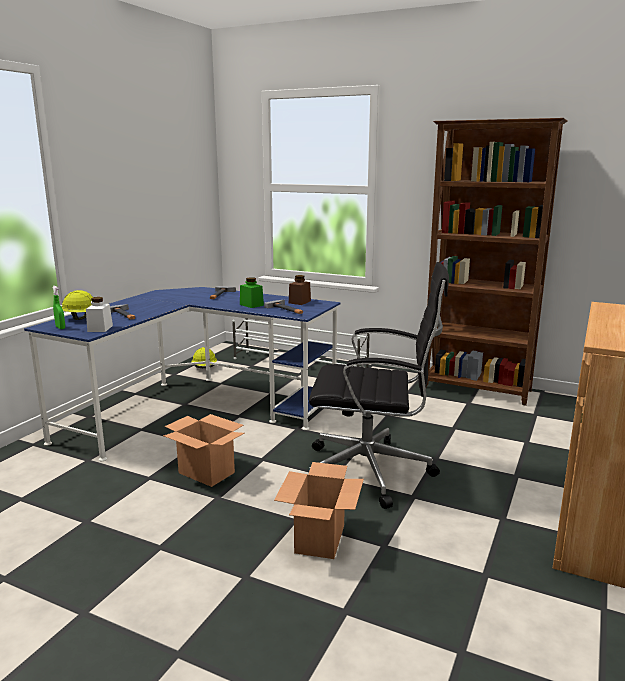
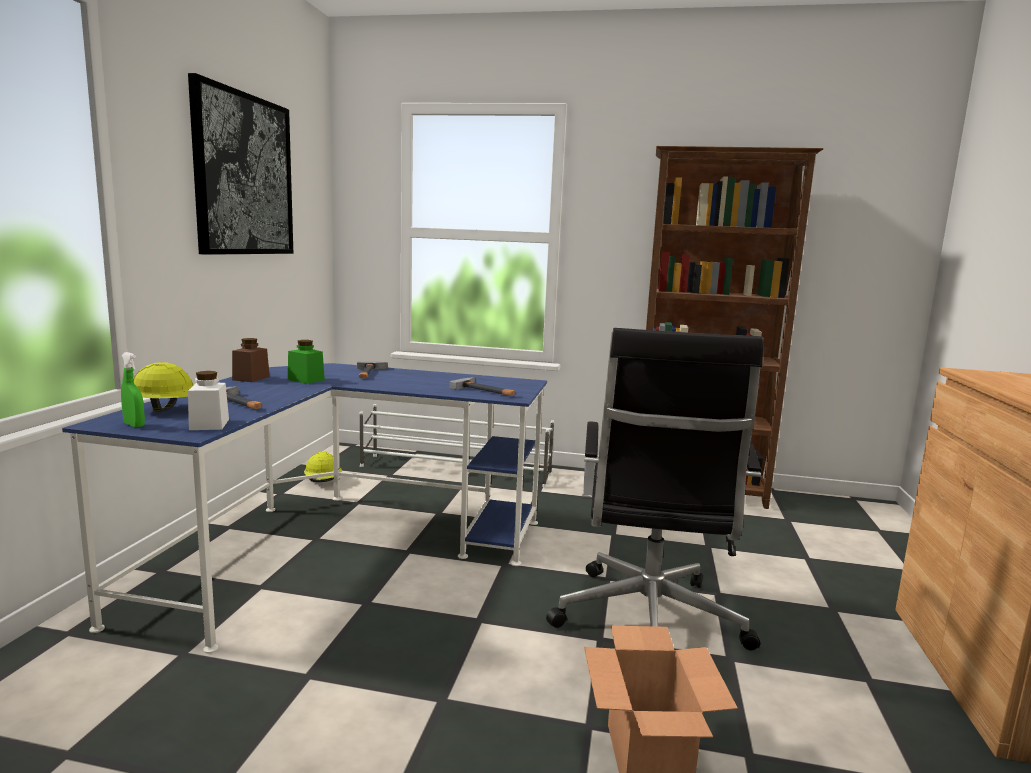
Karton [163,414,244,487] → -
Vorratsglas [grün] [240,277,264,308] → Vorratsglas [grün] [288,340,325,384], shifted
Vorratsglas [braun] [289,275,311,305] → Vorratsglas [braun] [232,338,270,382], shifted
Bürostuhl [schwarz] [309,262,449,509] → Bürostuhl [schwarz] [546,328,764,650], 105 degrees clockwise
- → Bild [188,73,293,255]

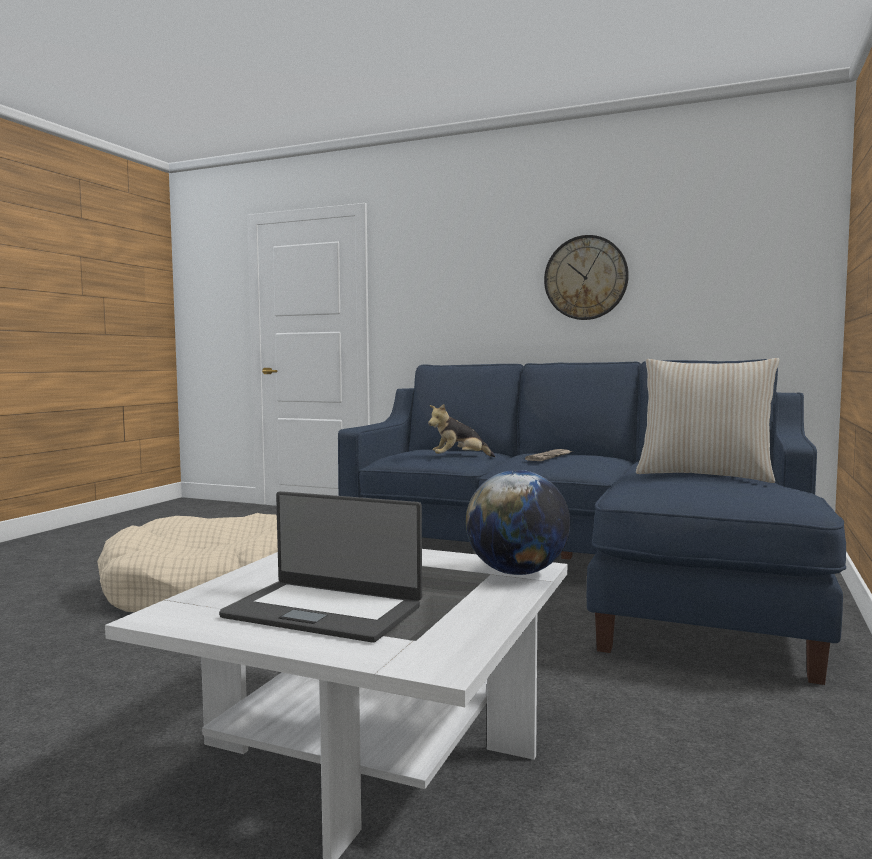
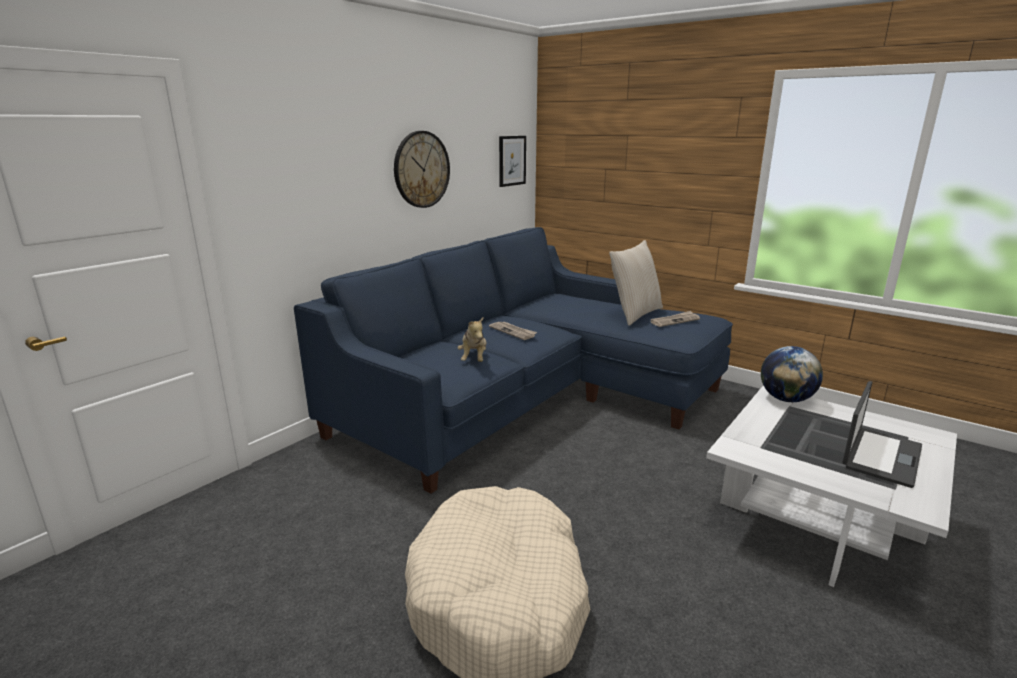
- → Bild [499,136,526,187]
- → Zeitung [650,311,700,327]

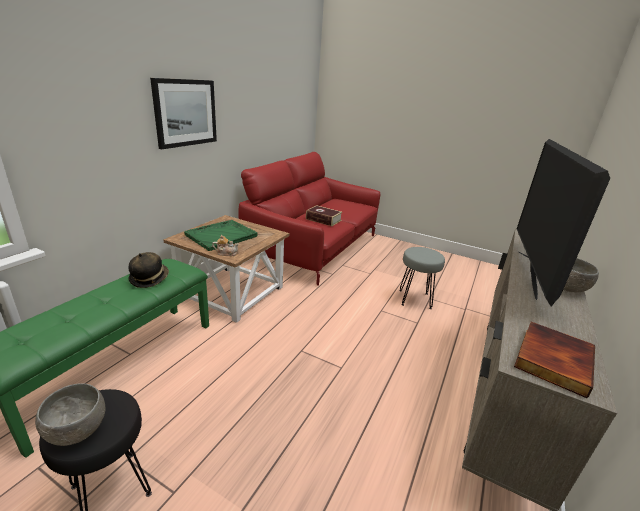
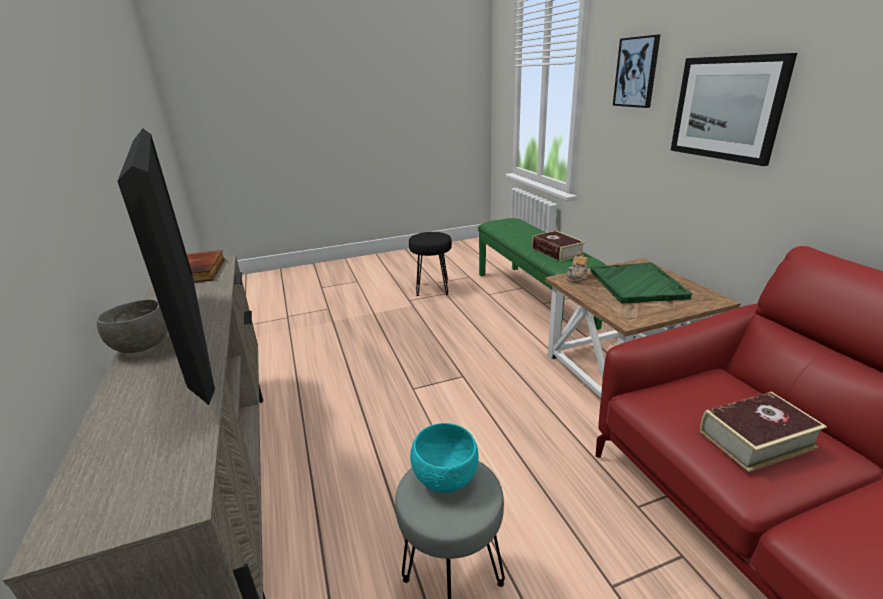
Schüssel [grau] [35,383,106,446] → -
Hut [128,252,169,288] → Buch [532,231,585,262]
- → Schüssel [türkis] [410,423,479,493]
- → Bild [613,35,660,108]

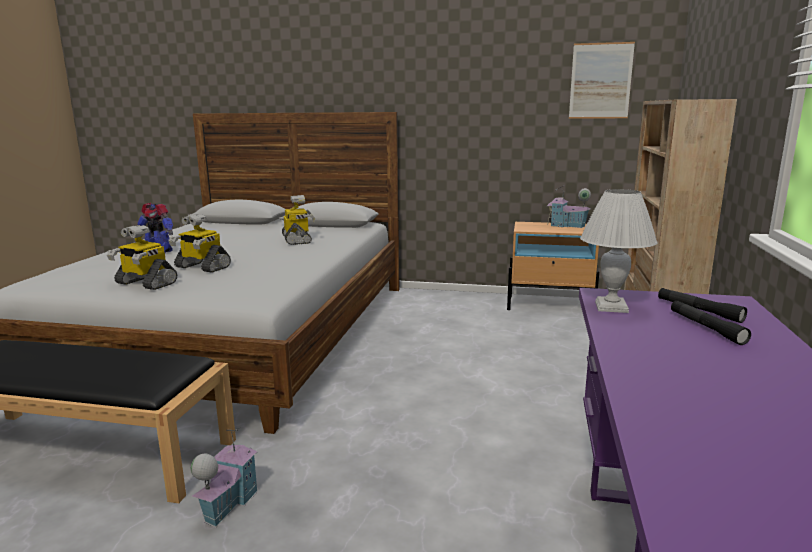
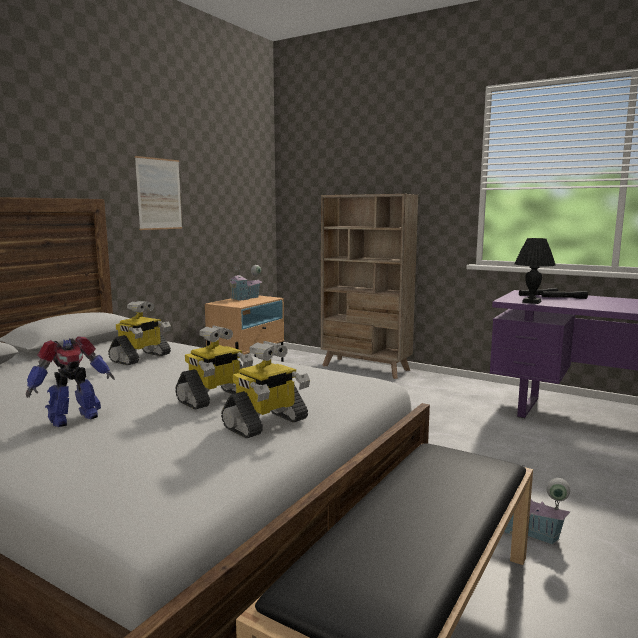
Spielzeugroboter [282,195,315,245] → Spielzeugroboter [108,301,171,365], 120 degrees clockwise
Bild [569,42,635,119] → Bild [135,156,182,230], shifted
Tischlampe [weiß] [580,189,658,313] → Tischlampe [schwarz] [514,238,556,304]

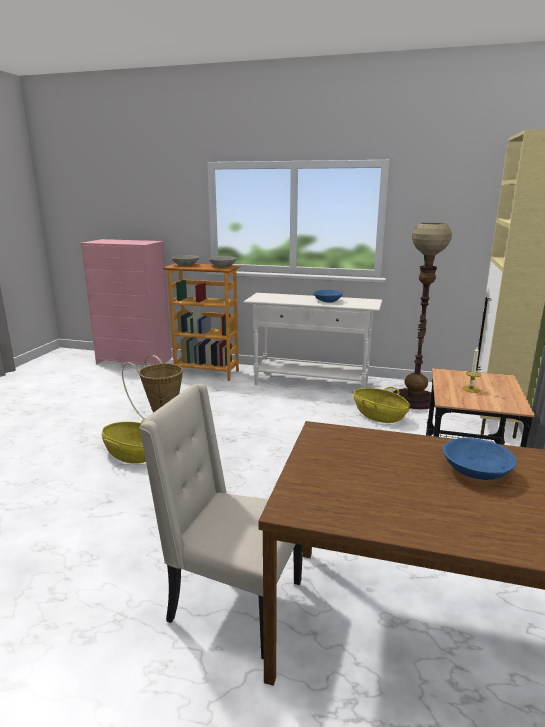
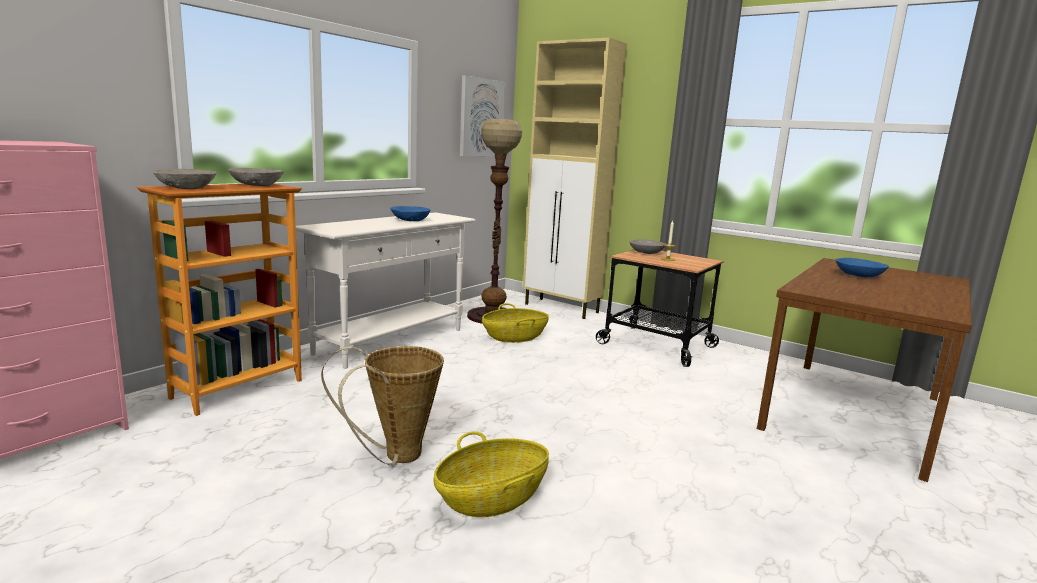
Stuhl [beige] [139,384,303,659] → -
- → Bild [460,75,506,157]
- → Schüssel [grau] [629,239,665,254]

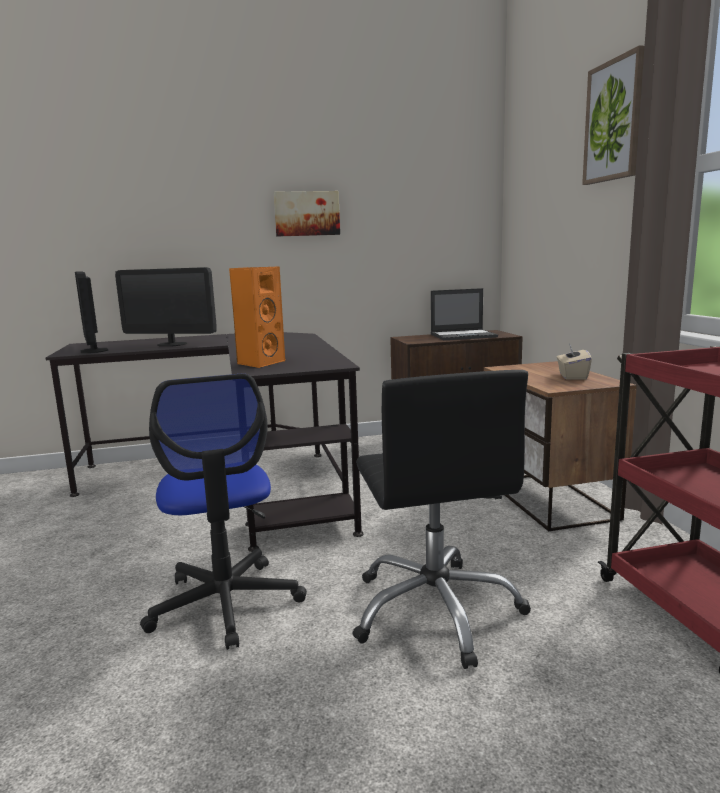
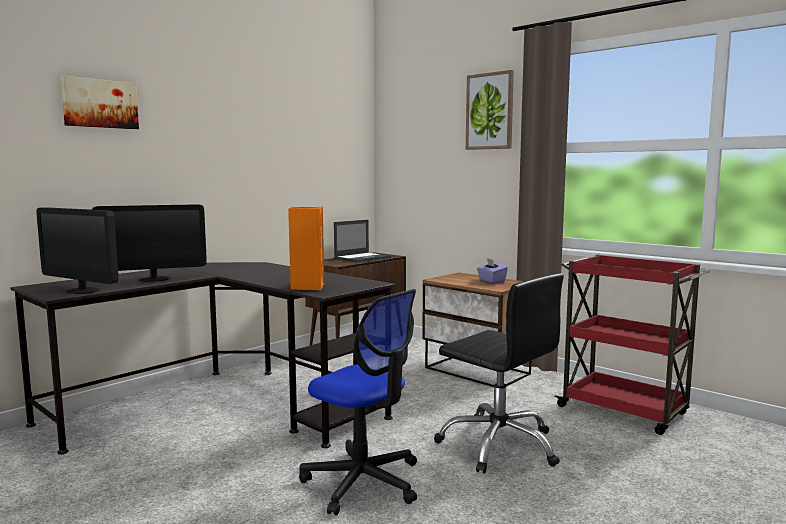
Bild [273,191,340,237] → Bild [61,76,139,129], shifted
Taschentuchbox [beige] [557,344,592,379] → Taschentuchbox [lila] [477,258,508,283]

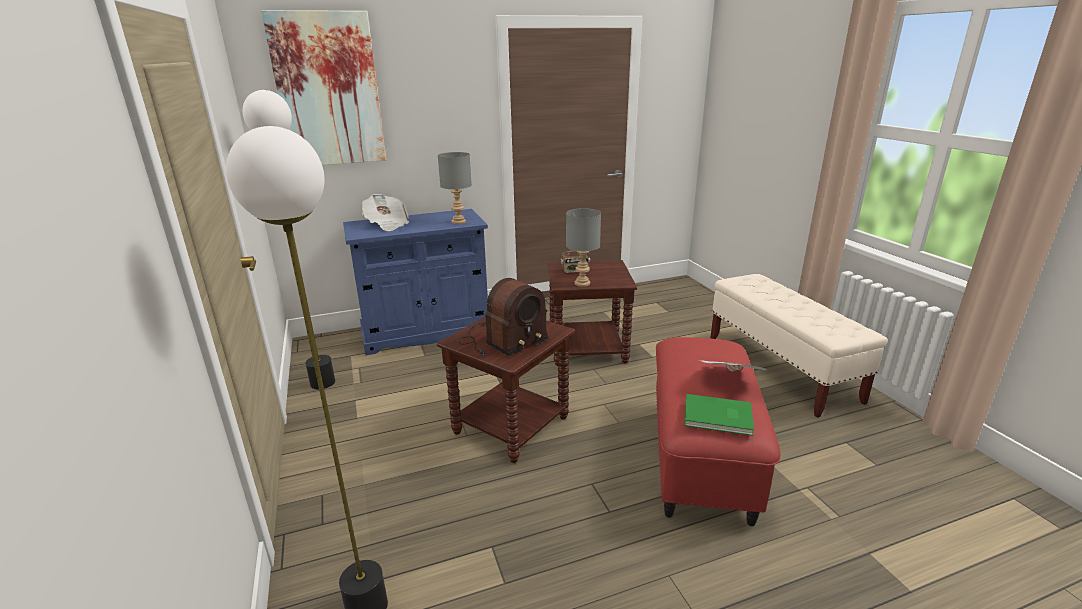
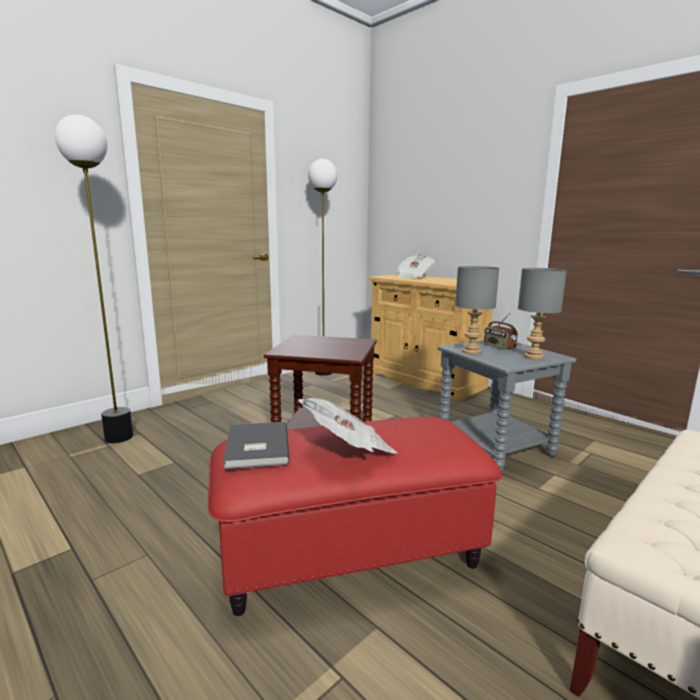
Bild [261,10,386,165] → -
Schrank [blau] [343,209,488,355] → Schrank [beige] [368,274,493,401]
Tischlampe [grau] [438,152,472,224] → Tischlampe [grau] [518,268,567,360], shifted
Radio [459,278,548,356] → -
Beistelltisch [braun] [547,260,637,366] → Beistelltisch [grau] [438,340,576,472]
Buch [grün] [684,394,754,436] → Buch [grau] [223,422,289,469]

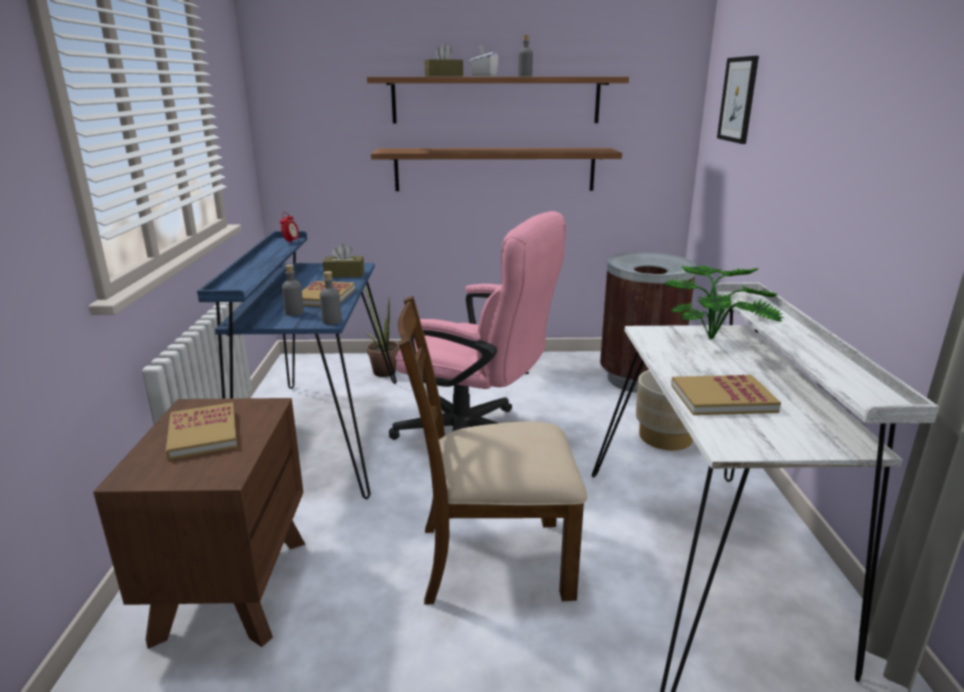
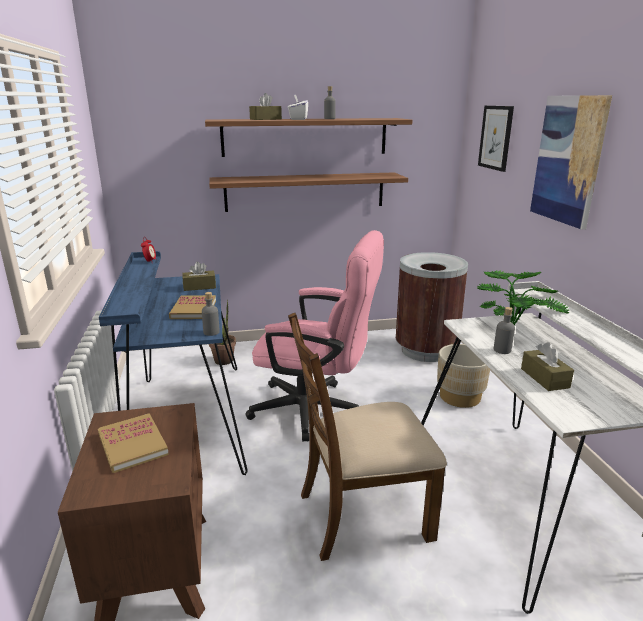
Flasche [grau] [282,264,304,316] → Flasche [grau] [494,307,515,354], shifted
Buch [671,374,781,415] → Taschentuchbox [braun] [521,342,574,391]
- → Bild [530,95,612,230]

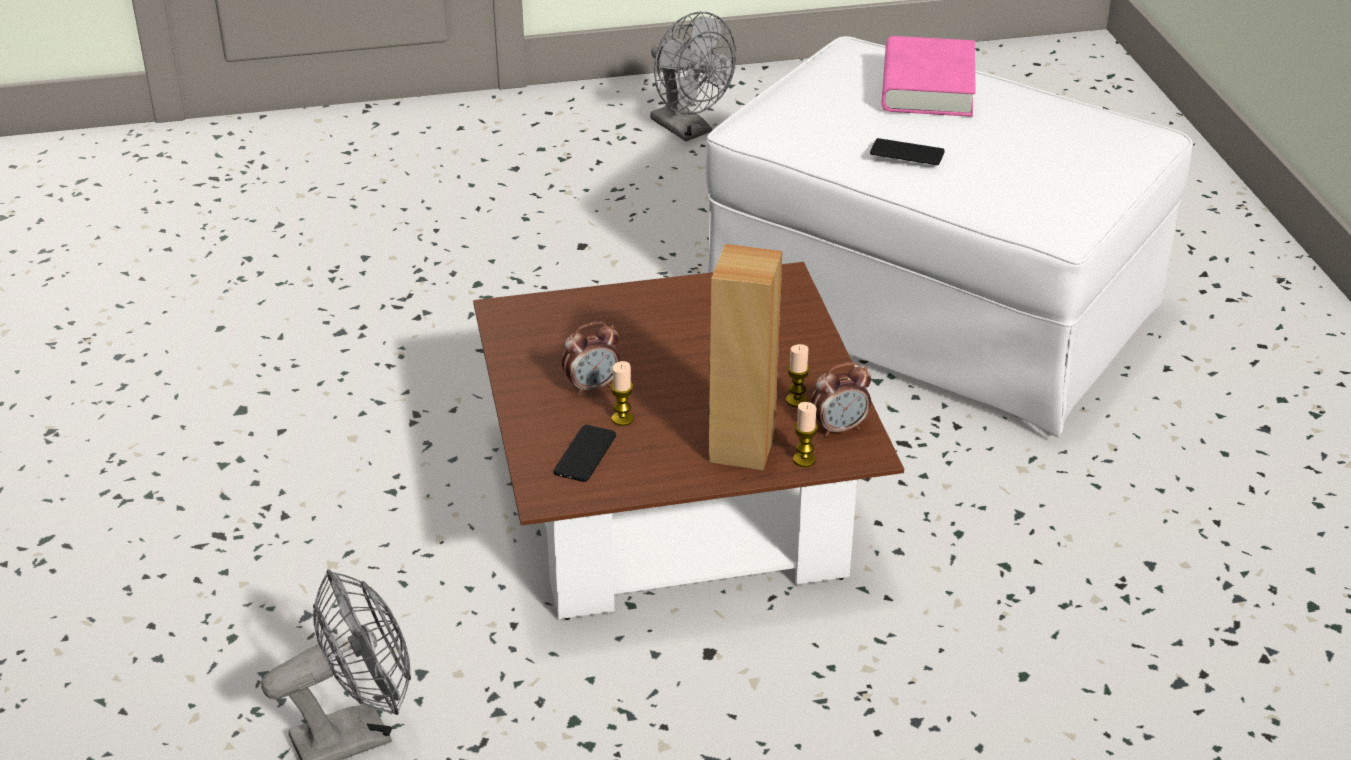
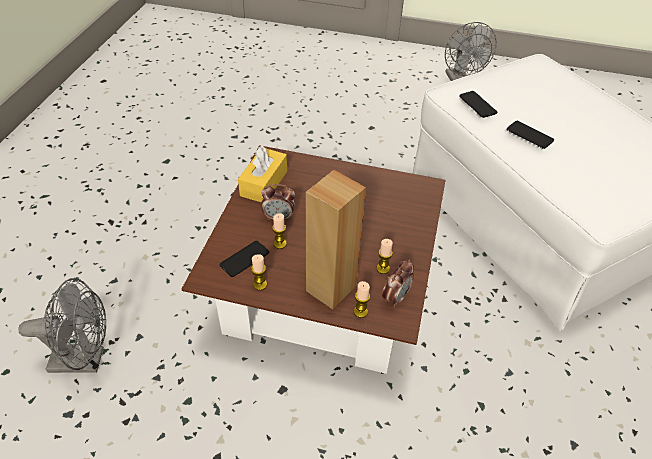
Wecker [811,362,871,436] → Wecker [382,260,414,308], 60 degrees counterclockwise
Buch [rosa] [882,36,976,117] → -
- → Taschentuchbox [gelb] [238,145,287,203]
- → Kerze [251,254,267,290]
- → Handy [459,91,497,118]

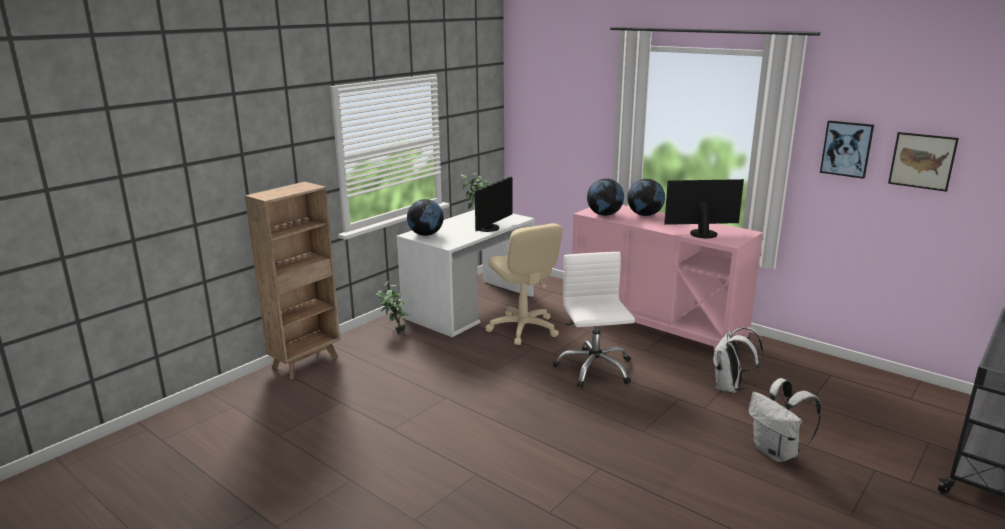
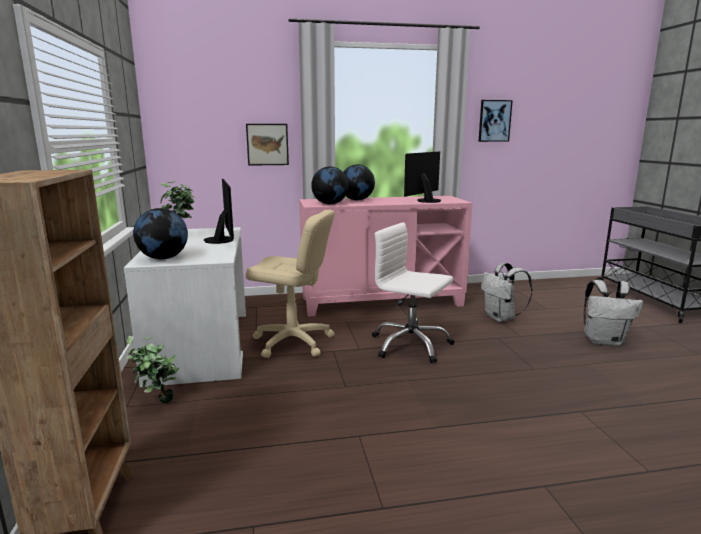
Bild [888,132,959,192] → Bild [246,124,289,166], shifted

